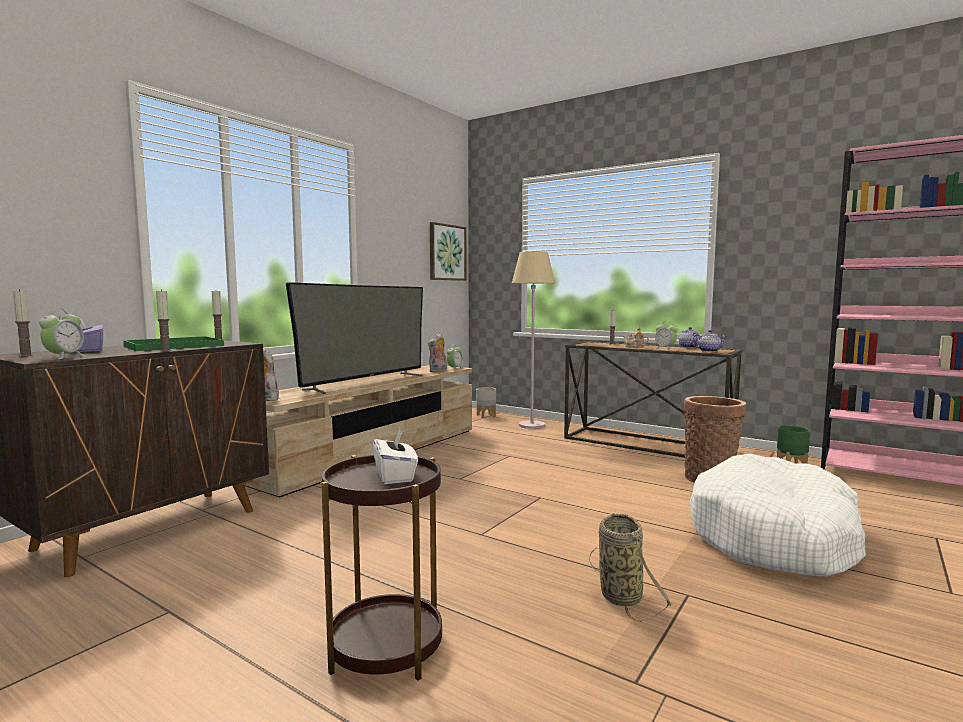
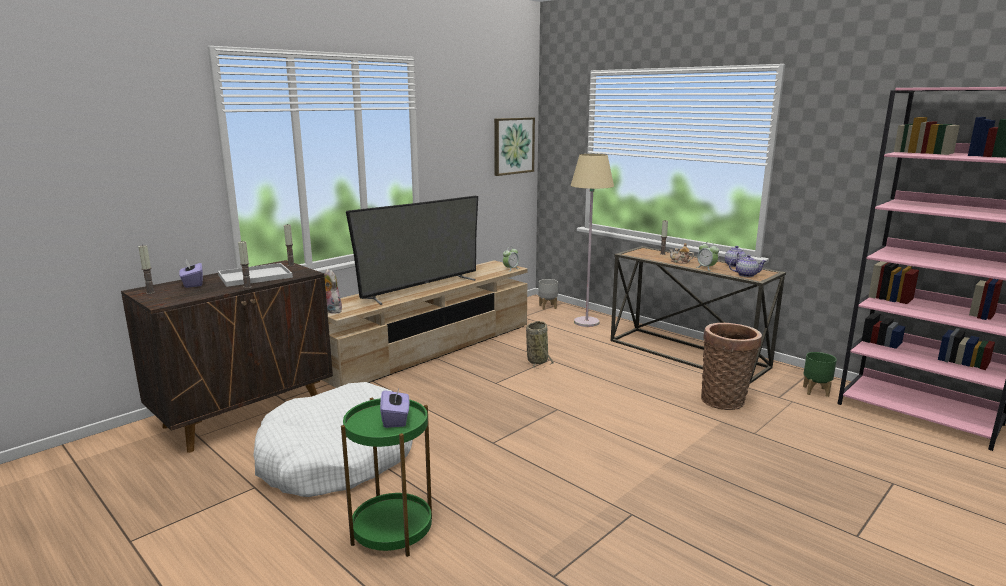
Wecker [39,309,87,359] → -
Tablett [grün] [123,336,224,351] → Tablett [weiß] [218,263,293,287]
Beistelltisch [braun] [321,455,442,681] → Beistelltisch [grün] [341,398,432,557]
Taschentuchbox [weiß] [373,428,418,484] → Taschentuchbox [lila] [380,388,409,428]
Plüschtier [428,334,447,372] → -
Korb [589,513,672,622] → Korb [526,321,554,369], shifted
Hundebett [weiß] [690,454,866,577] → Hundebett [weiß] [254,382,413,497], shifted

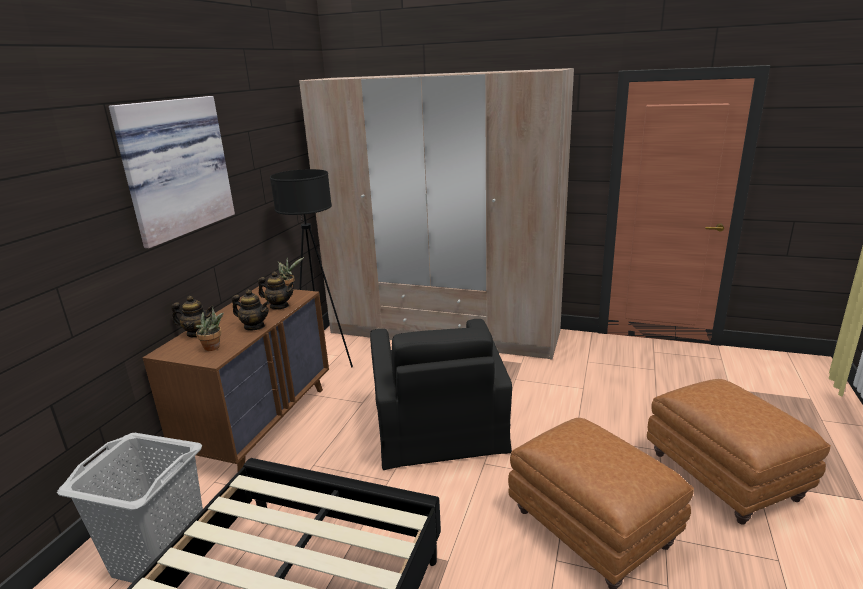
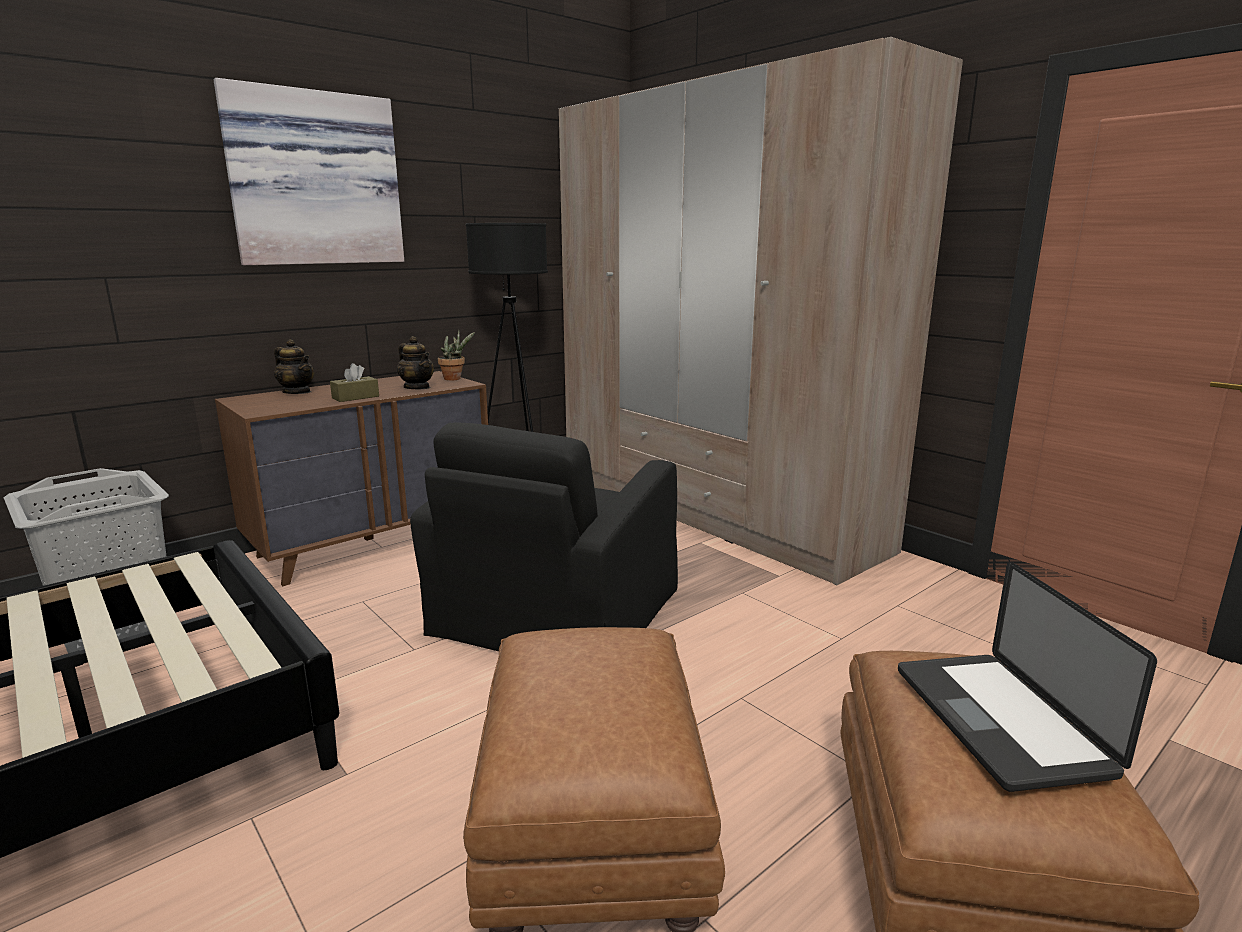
Topfpflanze [195,307,224,351] → -
Teekanne [232,289,269,331] → Taschentuchbox [braun] [330,363,379,402]
- → Laptop [898,562,1157,792]

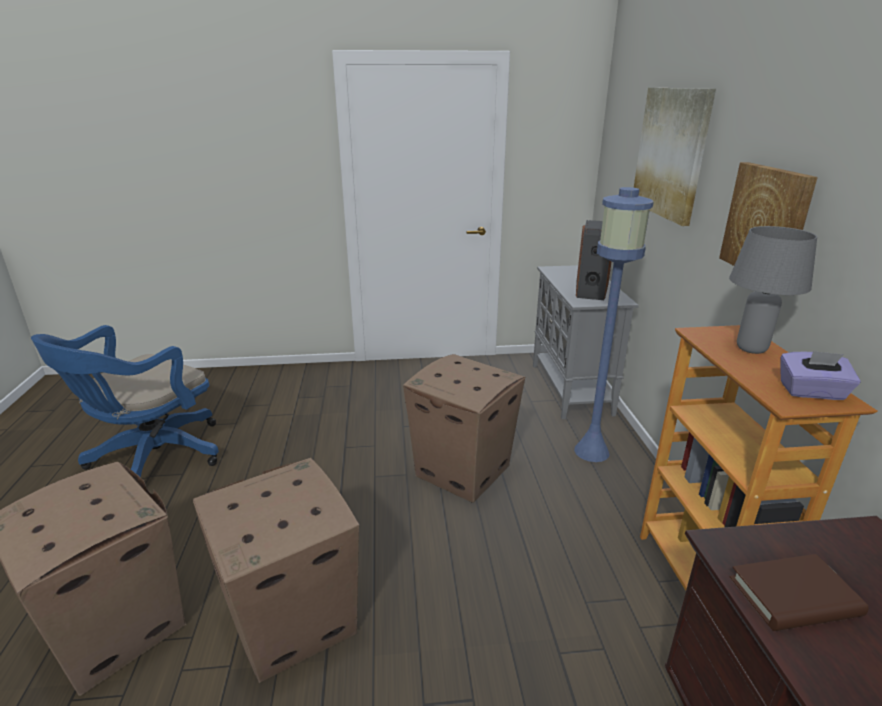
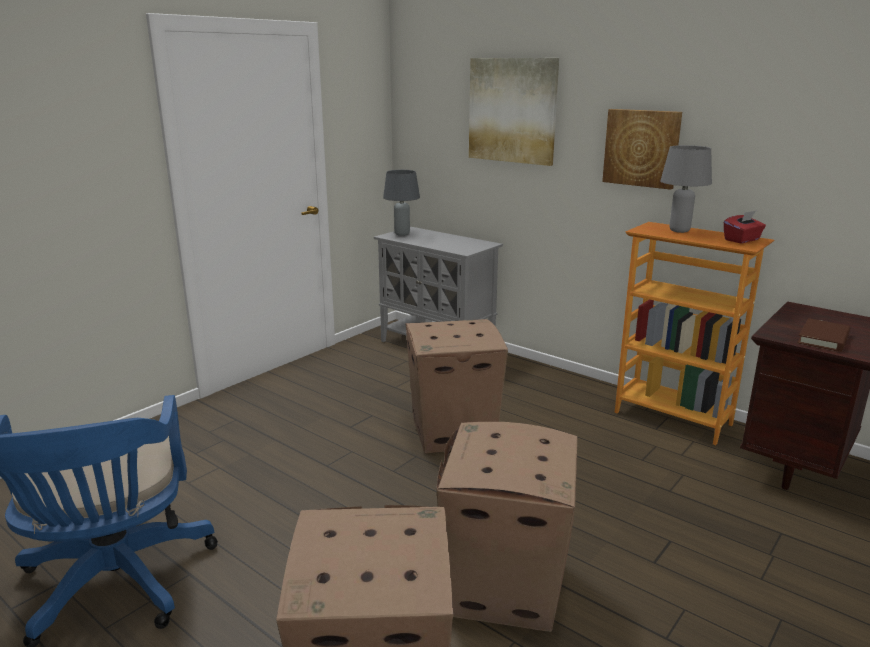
Stehlampe [blau] [574,187,654,462] → -
Lautsprecher [576,220,611,300] → -
Taschentuchbox [lila] [780,351,861,400] → Taschentuchbox [rot] [724,211,766,243]
- → Tischlampe [grau] [383,170,420,236]

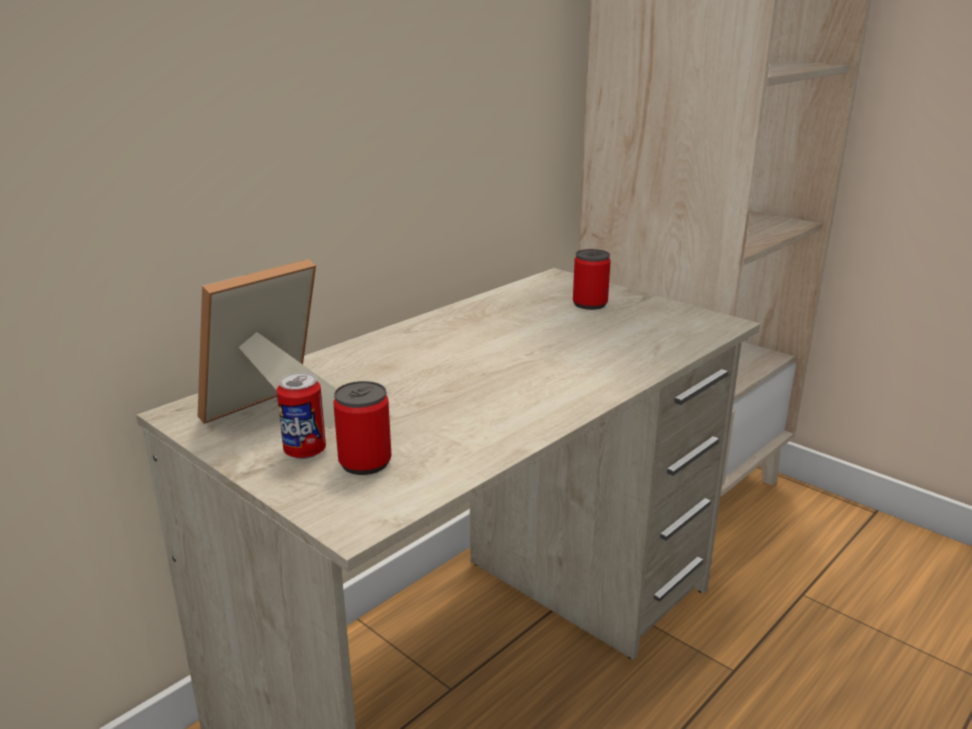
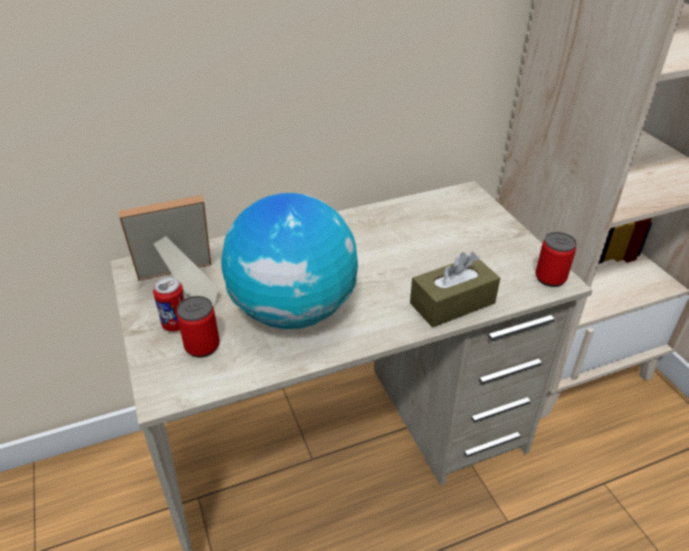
Dose [573,249,611,310] → Dose [535,232,577,287], shifted
- → Globus [221,193,358,329]
- → Taschentuchbox [braun] [410,252,500,328]

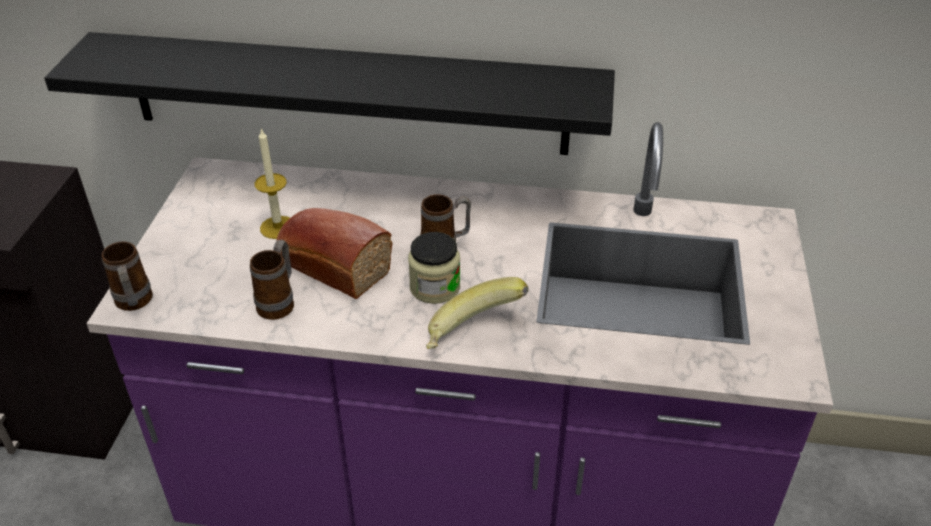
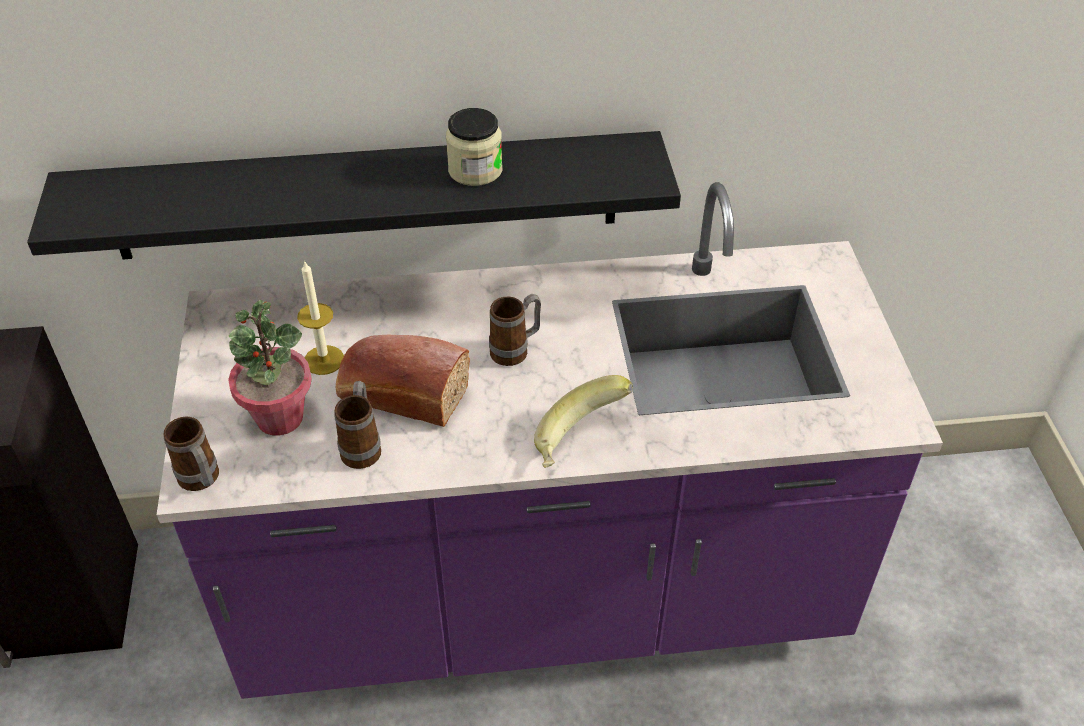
Vorratsglas [408,232,460,304] → Vorratsglas [446,108,502,186], shifted
- → Topfpflanze [228,300,312,435]

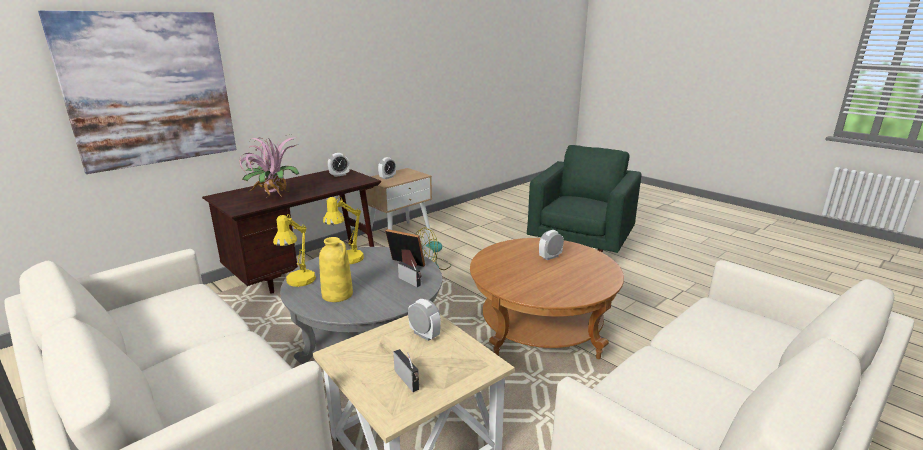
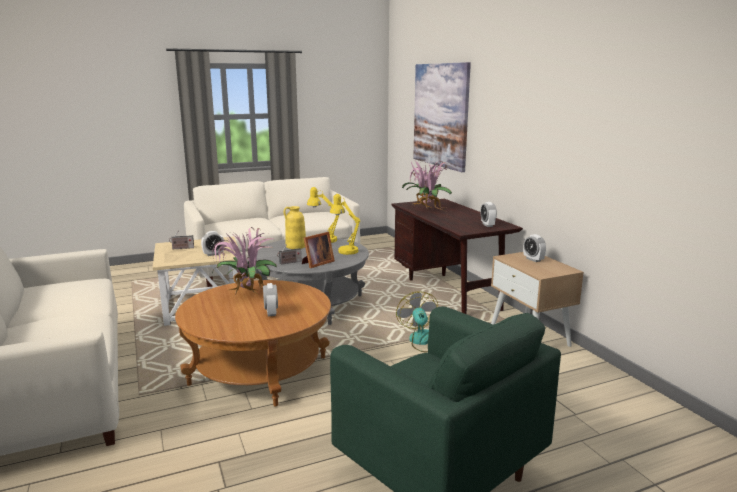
- → Topfpflanze [212,227,277,296]

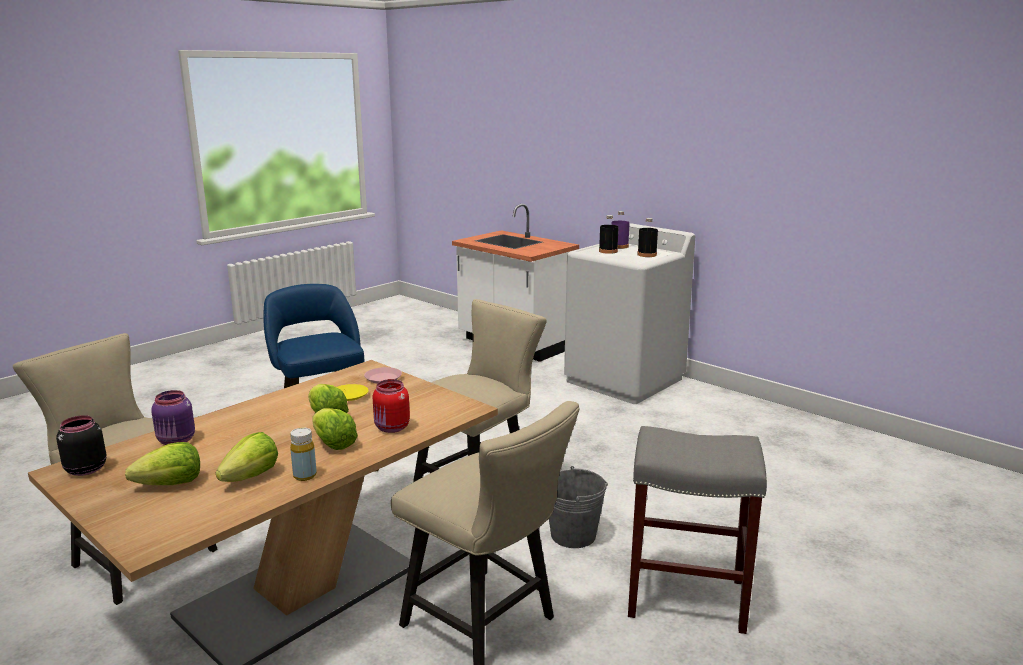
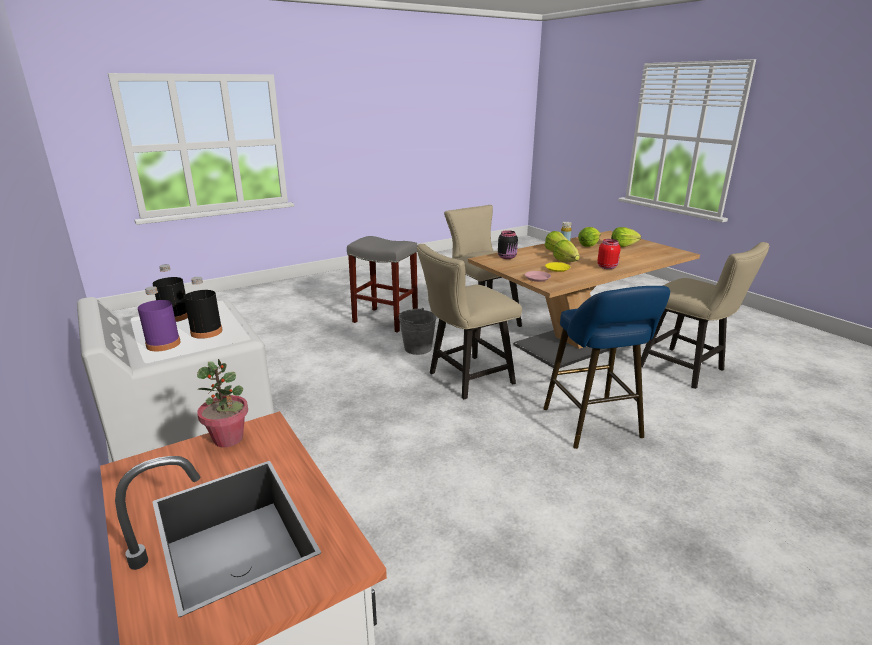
Vorratsglas [schwarz] [56,415,107,476] → Vorratsglas [schwarz] [498,230,518,259], shifted
Vorratsglas [lila] [151,390,195,445] → -
Vorratsglas [rot] [373,379,410,433] → Vorratsglas [rot] [597,239,620,269], shifted
- → Topfpflanze [197,359,248,447]

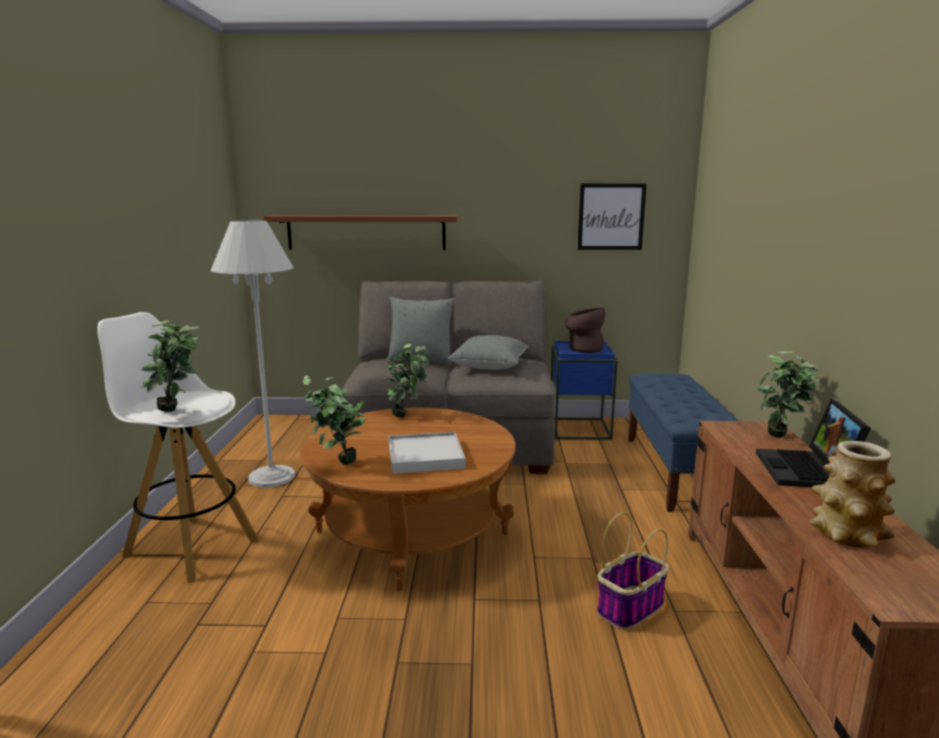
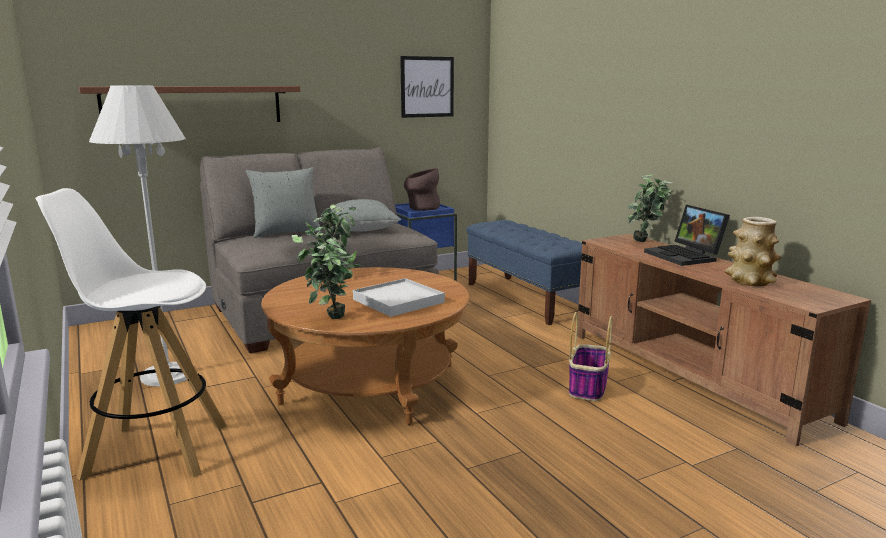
Topfpflanze [141,321,200,412] → -

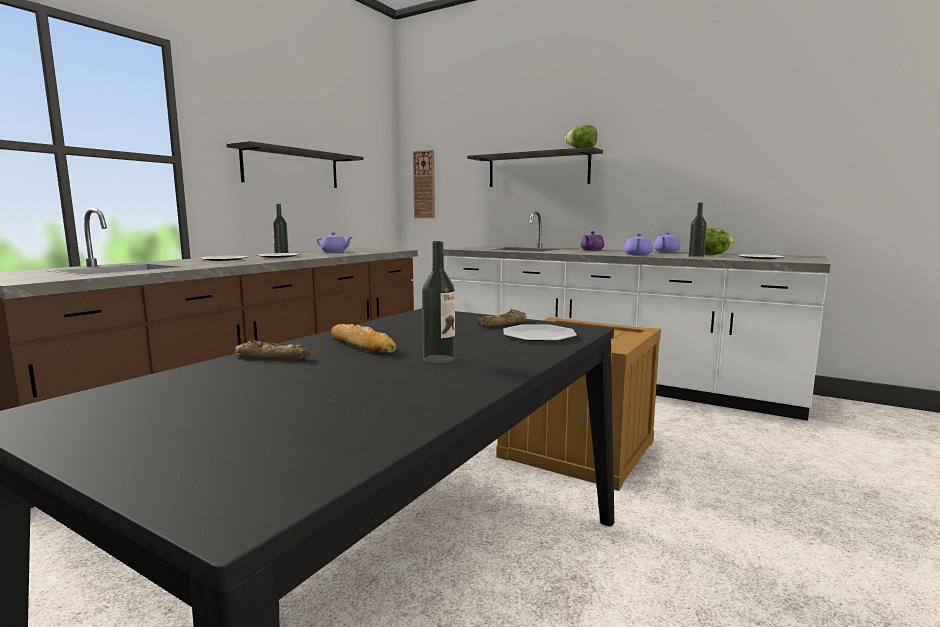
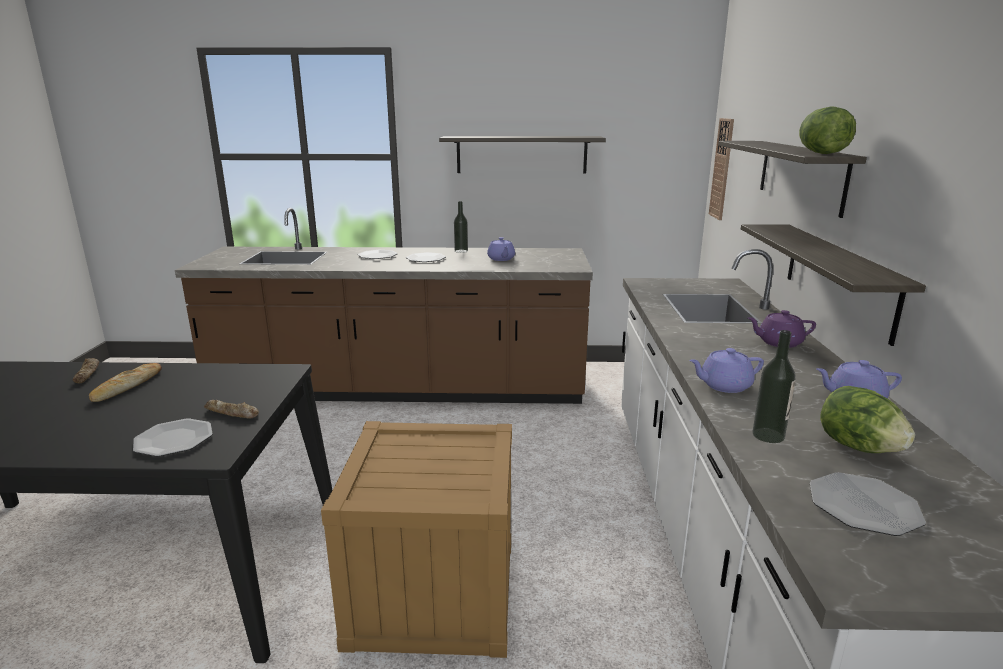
Flasche [422,241,455,364] → -
- → Wandregal [741,224,926,346]

